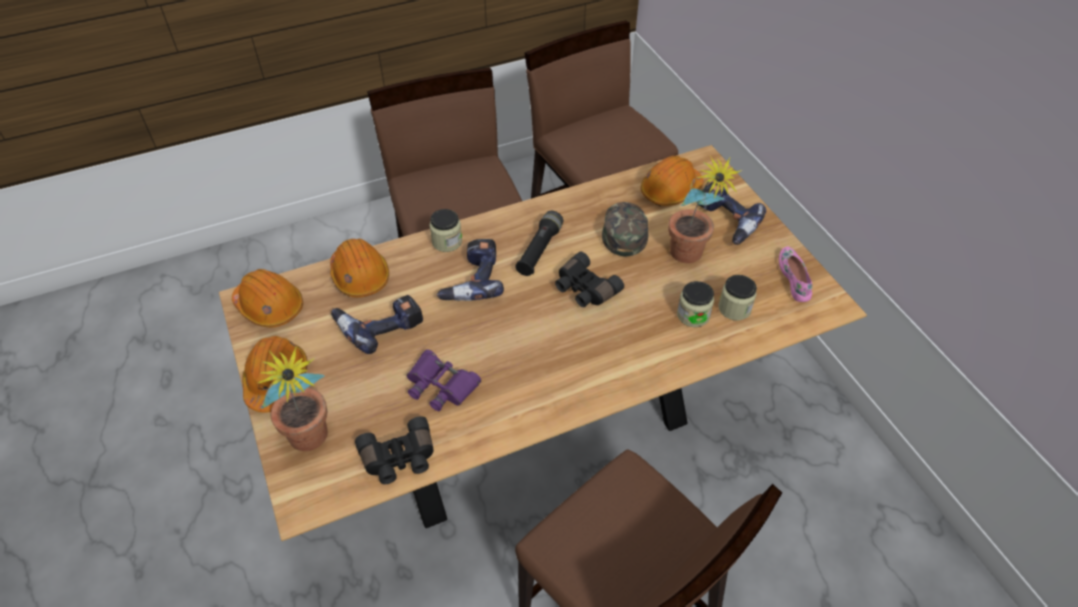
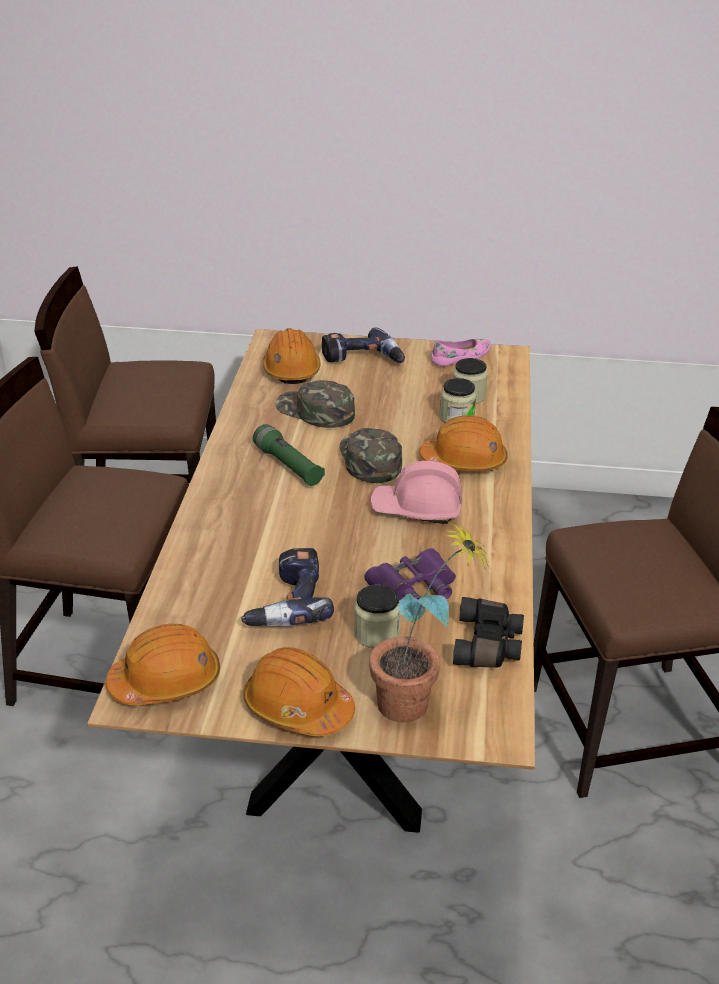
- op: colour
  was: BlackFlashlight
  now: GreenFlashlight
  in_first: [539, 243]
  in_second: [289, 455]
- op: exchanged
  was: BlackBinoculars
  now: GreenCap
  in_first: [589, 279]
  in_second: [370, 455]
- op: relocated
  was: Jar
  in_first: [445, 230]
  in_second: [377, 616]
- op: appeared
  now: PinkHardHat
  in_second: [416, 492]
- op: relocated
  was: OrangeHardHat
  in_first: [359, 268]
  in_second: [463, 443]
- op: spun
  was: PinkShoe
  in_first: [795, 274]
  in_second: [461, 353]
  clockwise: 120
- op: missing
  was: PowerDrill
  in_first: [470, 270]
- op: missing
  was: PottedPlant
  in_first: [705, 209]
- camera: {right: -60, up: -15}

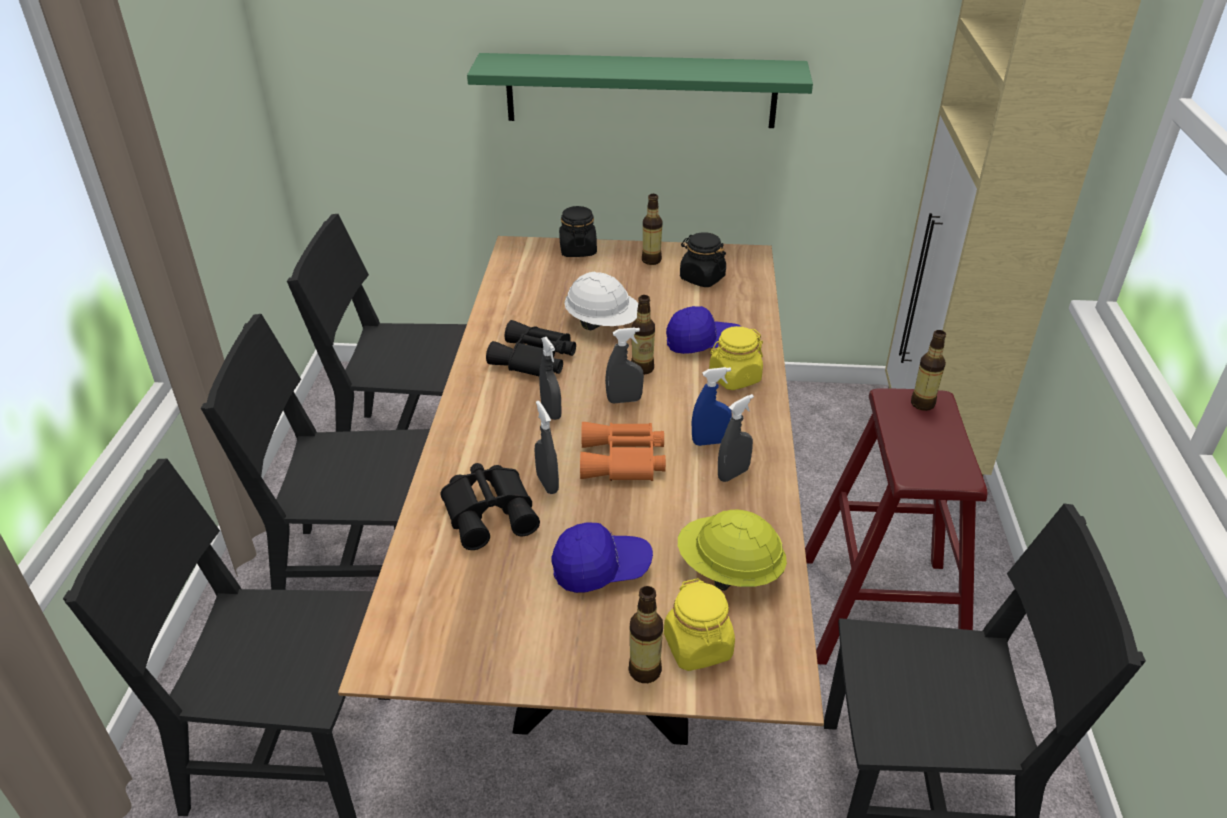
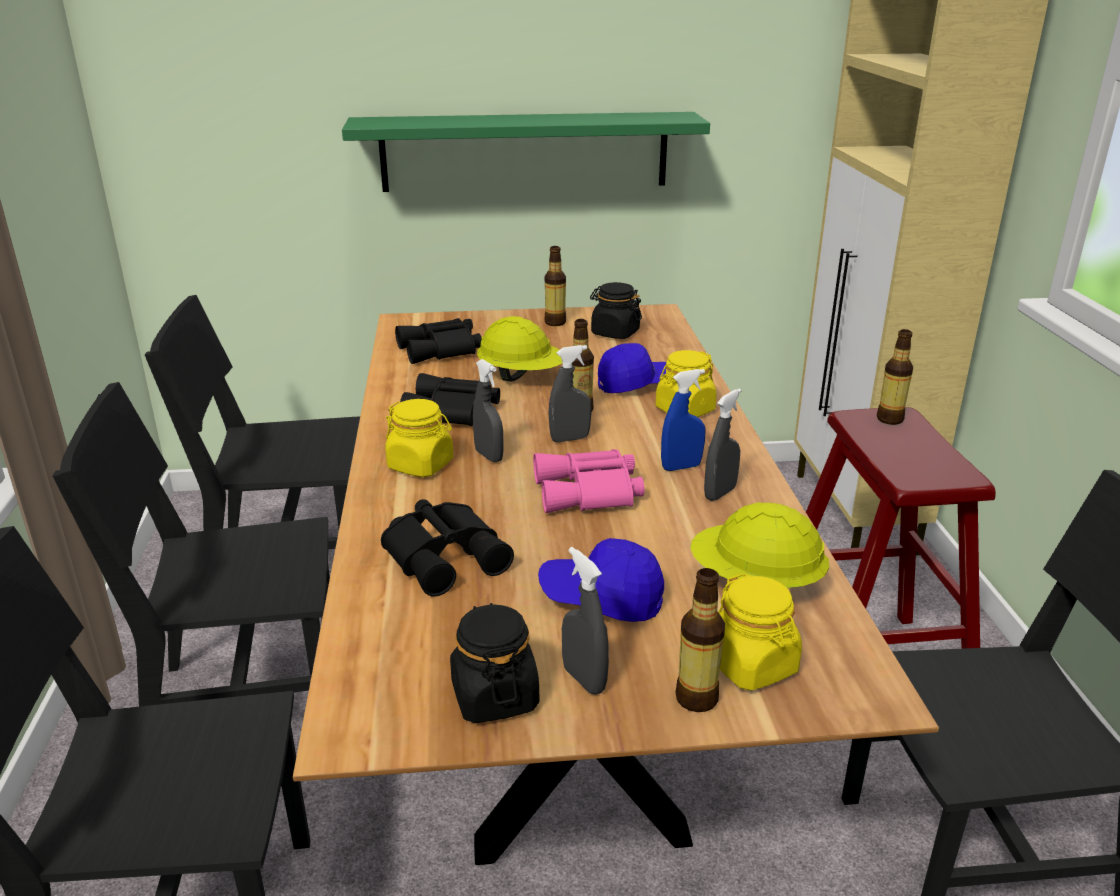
- op: appeared
  now: YellowJar
  in_second: [419, 438]
- op: appeared
  now: BlackBinoculars
  in_second: [438, 341]
- op: relocated
  was: BlackJar
  in_first: [578, 231]
  in_second: [495, 663]
- op: colour
  was: WhiteHardHat
  now: YellowHardHat
  in_first: [601, 301]
  in_second: [520, 349]
- op: colour
  was: OrangeBinoculars
  now: PinkBinoculars
  in_first: [623, 451]
  in_second: [589, 481]
- op: spun
  was: BlueCap
  in_first: [602, 557]
  in_second: [601, 580]
  clockwise: -150
- op: relocated
  was: GreySprayBottle
  in_first: [547, 447]
  in_second: [585, 621]
- camera: {right: -10, up: -10}

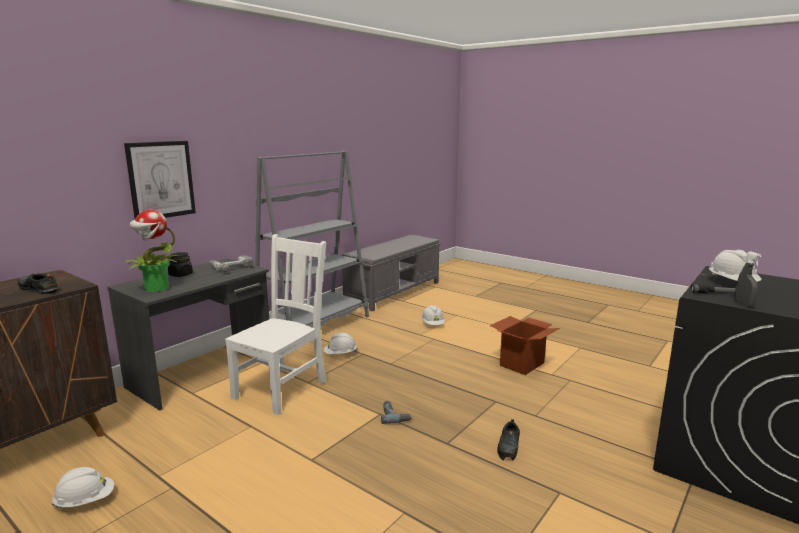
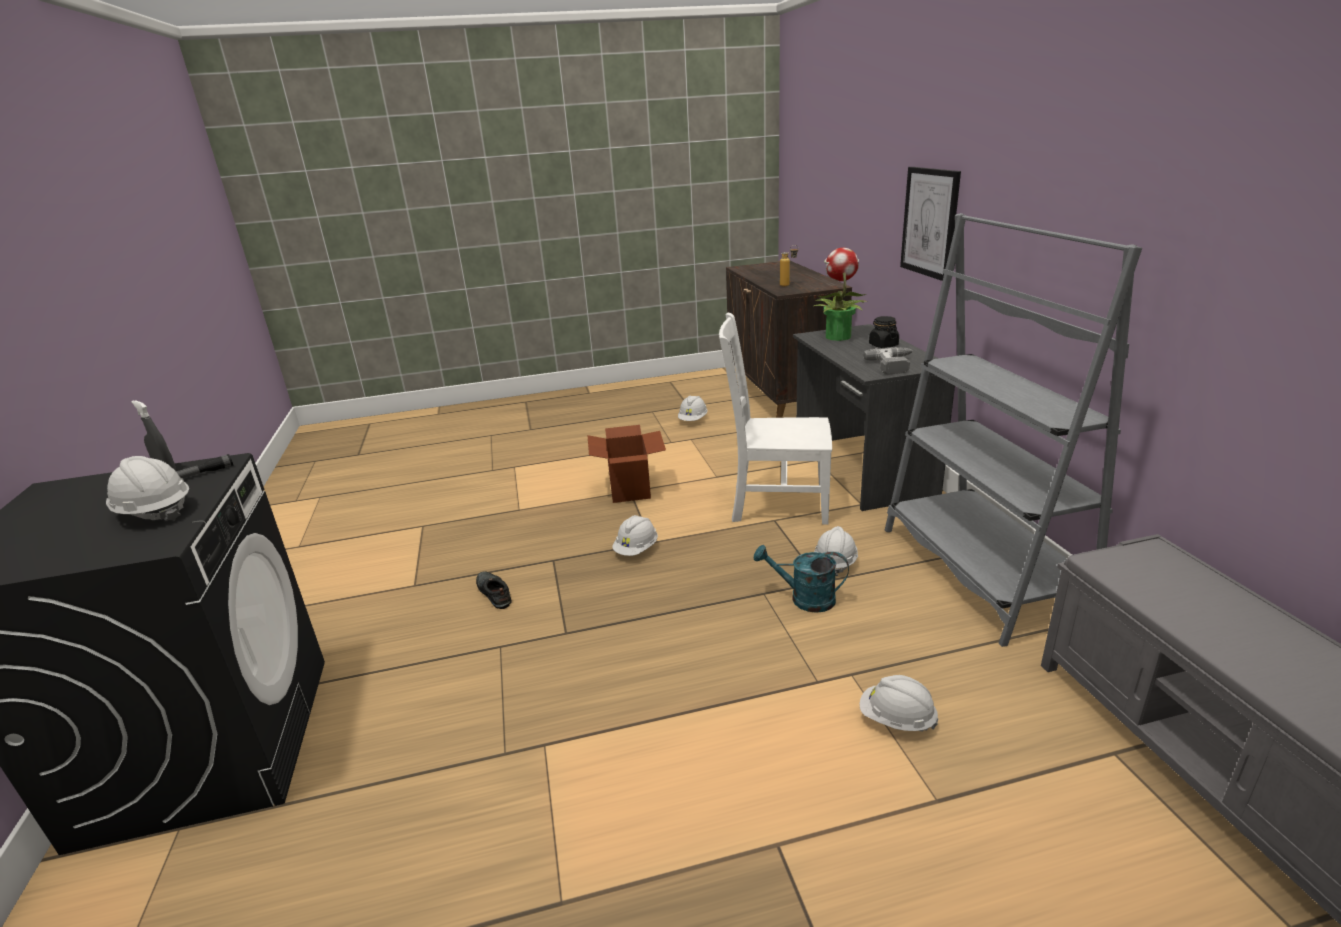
- op: relocated
  was: CardboardBox
  in_first: [525, 345]
  in_second: [627, 464]
- op: exchanged
  was: PowerDrill
  now: WhiteHardHat
  in_first: [396, 412]
  in_second: [635, 535]
- op: spun
  was: WhiteChair
  in_first: [276, 324]
  in_second: [775, 418]
  clockwise: 120
- op: appeared
  now: TurquoiseWateringCan
  in_second: [801, 579]
- op: exchanged
  was: BlackShoe
  now: Bottle
  in_first: [38, 283]
  in_second: [789, 266]
- camera: {right: 130, up: 10}

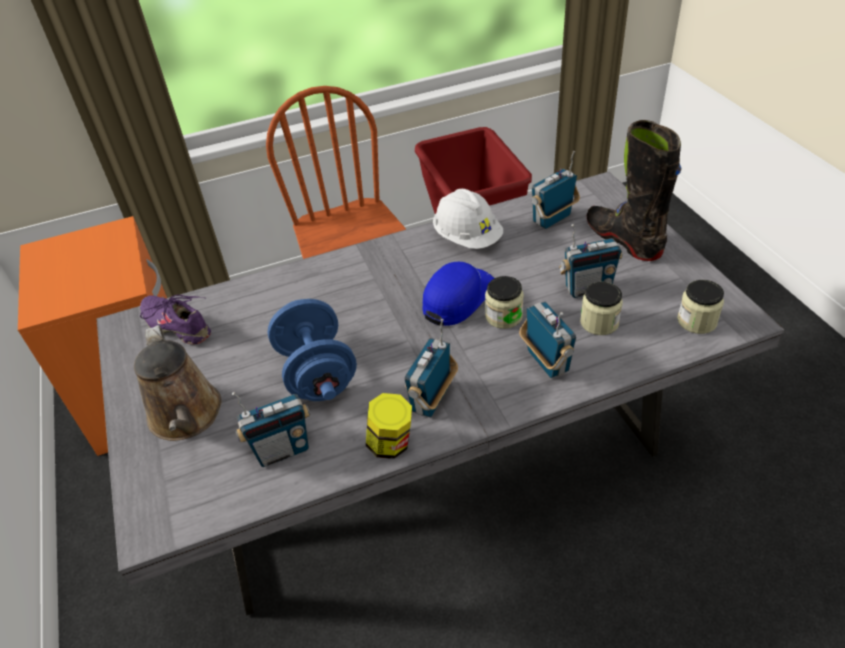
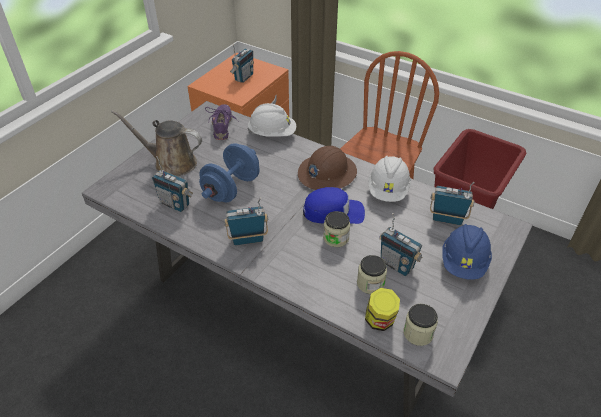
- op: spun
  was: BrownWateringCan
  in_first: [177, 383]
  in_second: [156, 143]
  clockwise: 75
- op: relocated
  was: Radio
  in_first: [547, 340]
  in_second: [242, 64]
- op: appeared
  now: WhiteHardHat
  in_second: [271, 120]
- op: appeared
  now: BrownHardHat
  in_second: [327, 168]
- op: relocated
  was: Jar
  in_first: [389, 426]
  in_second: [382, 309]
- op: exchanged
  was: BlackBoot
  now: BlueHardHat
  in_first: [634, 190]
  in_second: [467, 252]
- camera: {right: 50, up: 0}

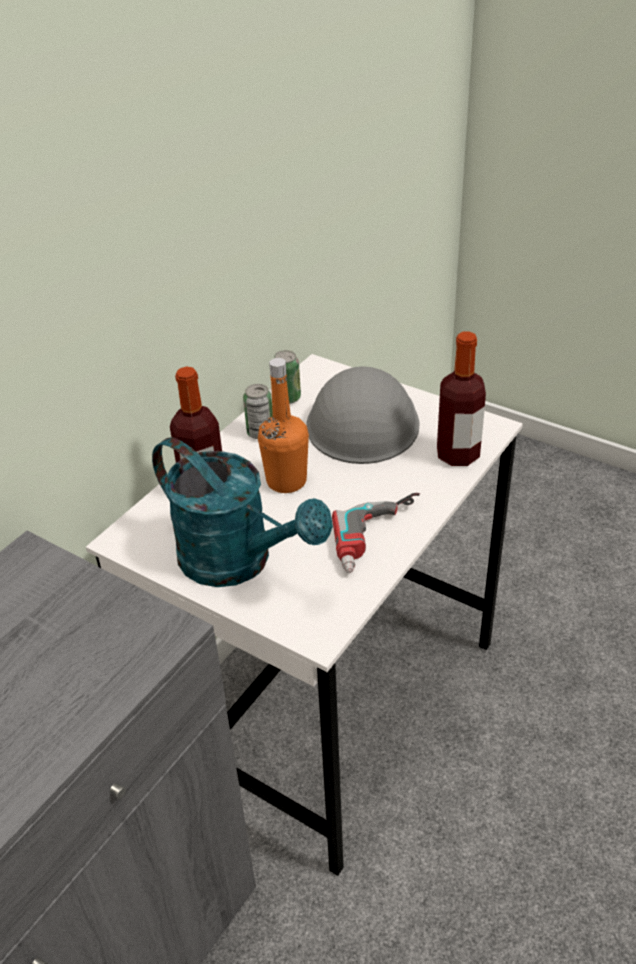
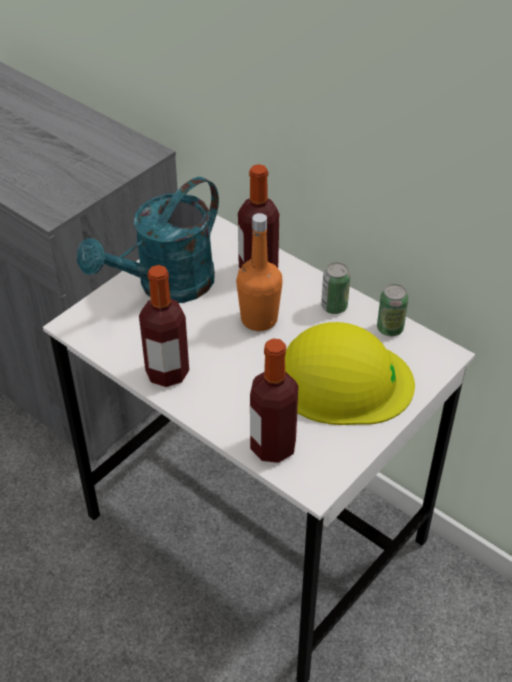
- op: exchanged
  was: PowerDrill
  now: Bottle
  in_first: [376, 533]
  in_second: [164, 326]
- op: colour
  was: GreyHardHat
  now: YellowHardHat
  in_first: [363, 415]
  in_second: [350, 373]
- camera: {right: 95, up: 5}

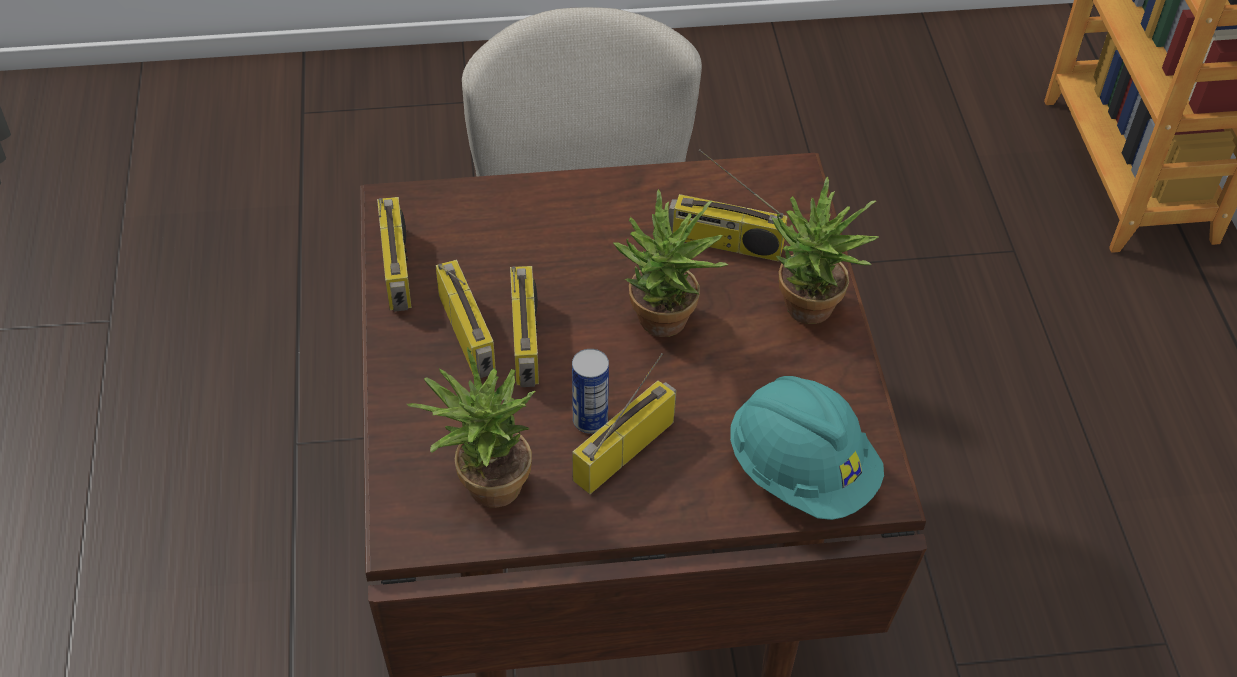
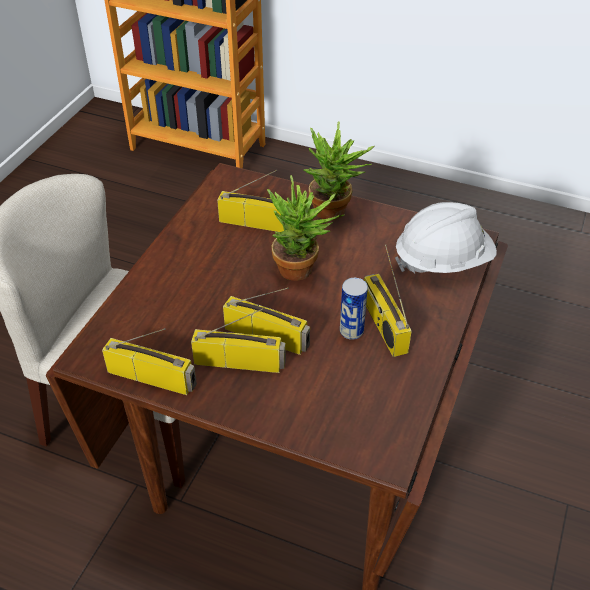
- op: spun
  was: Radio
  in_first: [728, 205]
  in_second: [252, 201]
  clockwise: -120
- op: colour
  was: TurquoiseHardHat
  now: WhiteHardHat
  in_first: [807, 448]
  in_second: [446, 238]
- op: missing
  was: PottedPlant
  in_first: [471, 427]
- camera: {right: -60, up: -5}

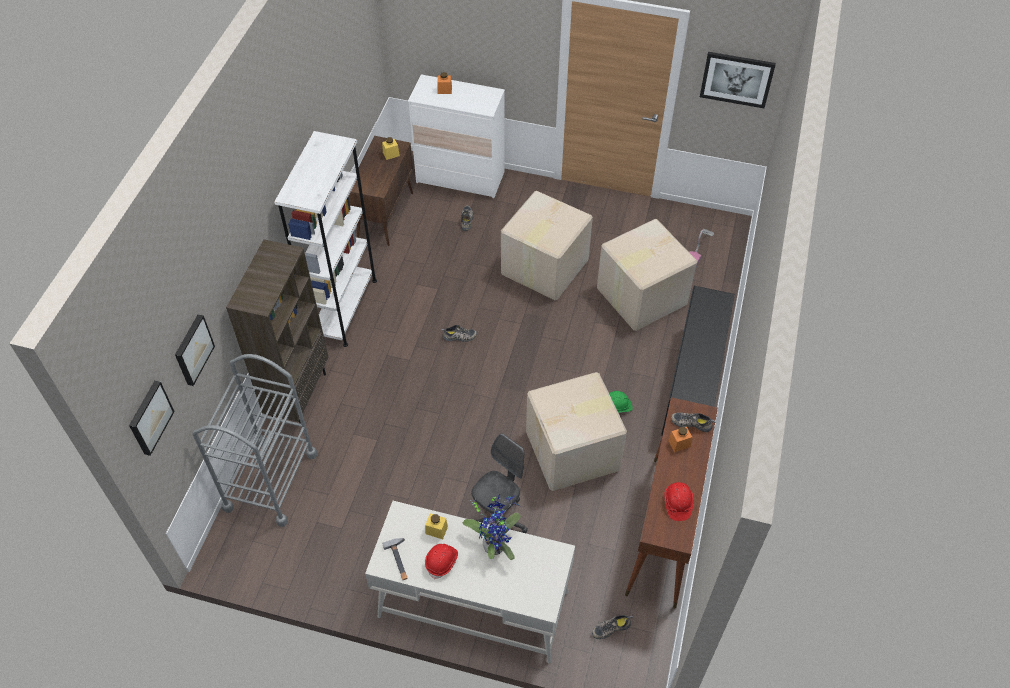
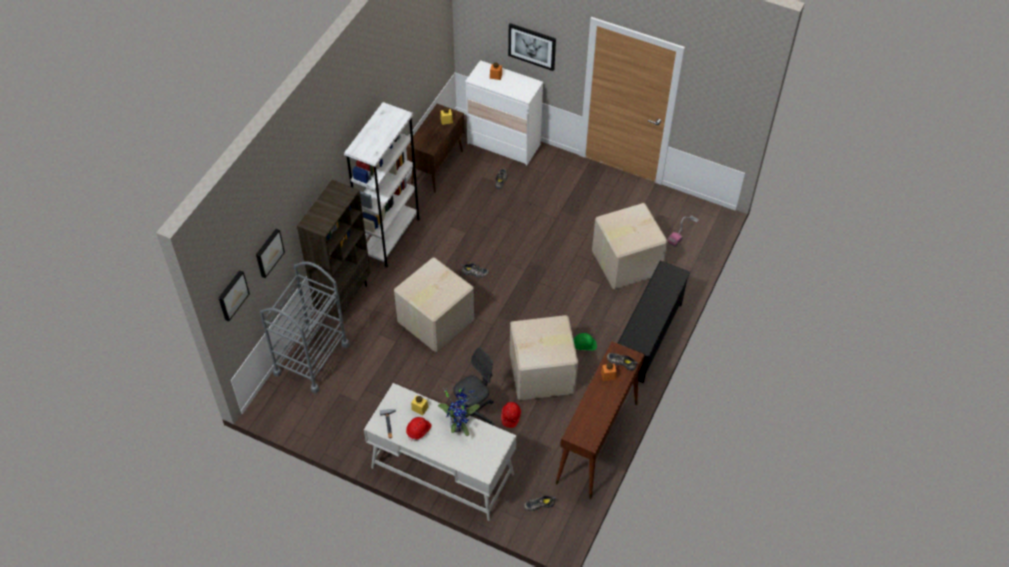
- op: relocated
  was: CardboardBox
  in_first: [547, 245]
  in_second: [434, 304]
- op: relocated
  was: RedHardHat
  in_first: [679, 501]
  in_second: [511, 415]
- op: relocated
  was: Picture
  in_first: [738, 80]
  in_second: [532, 47]
- camera: {right: 10, up: 0}

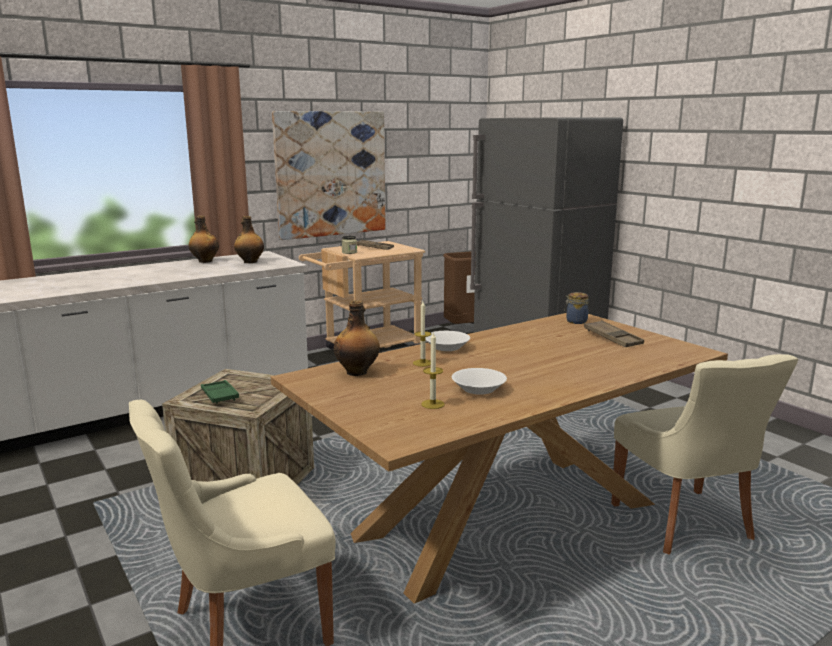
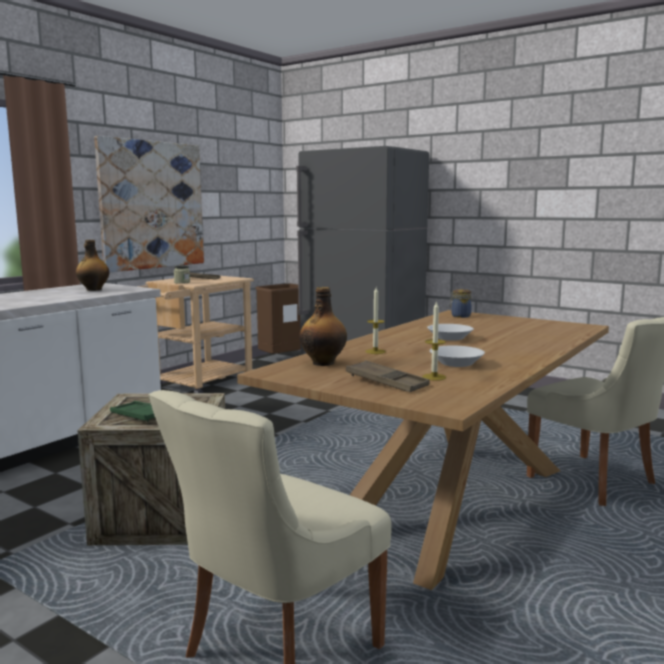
- op: relocated
  was: BrownTray
  in_first: [614, 333]
  in_second: [388, 376]
- op: relocated
  was: WhiteBowl
  in_first: [447, 341]
  in_second: [450, 332]
- op: missing
  was: Bottle
  in_first: [204, 239]
- camera: {right: -20, up: -5}

